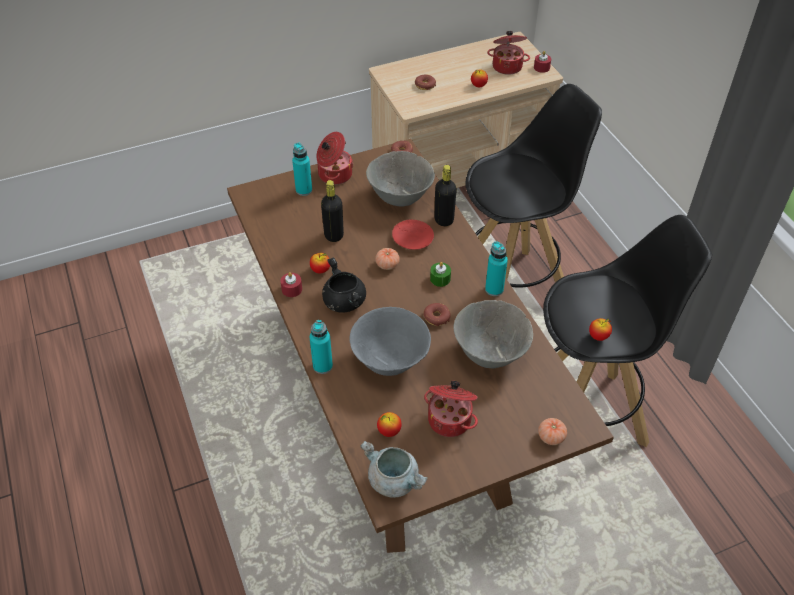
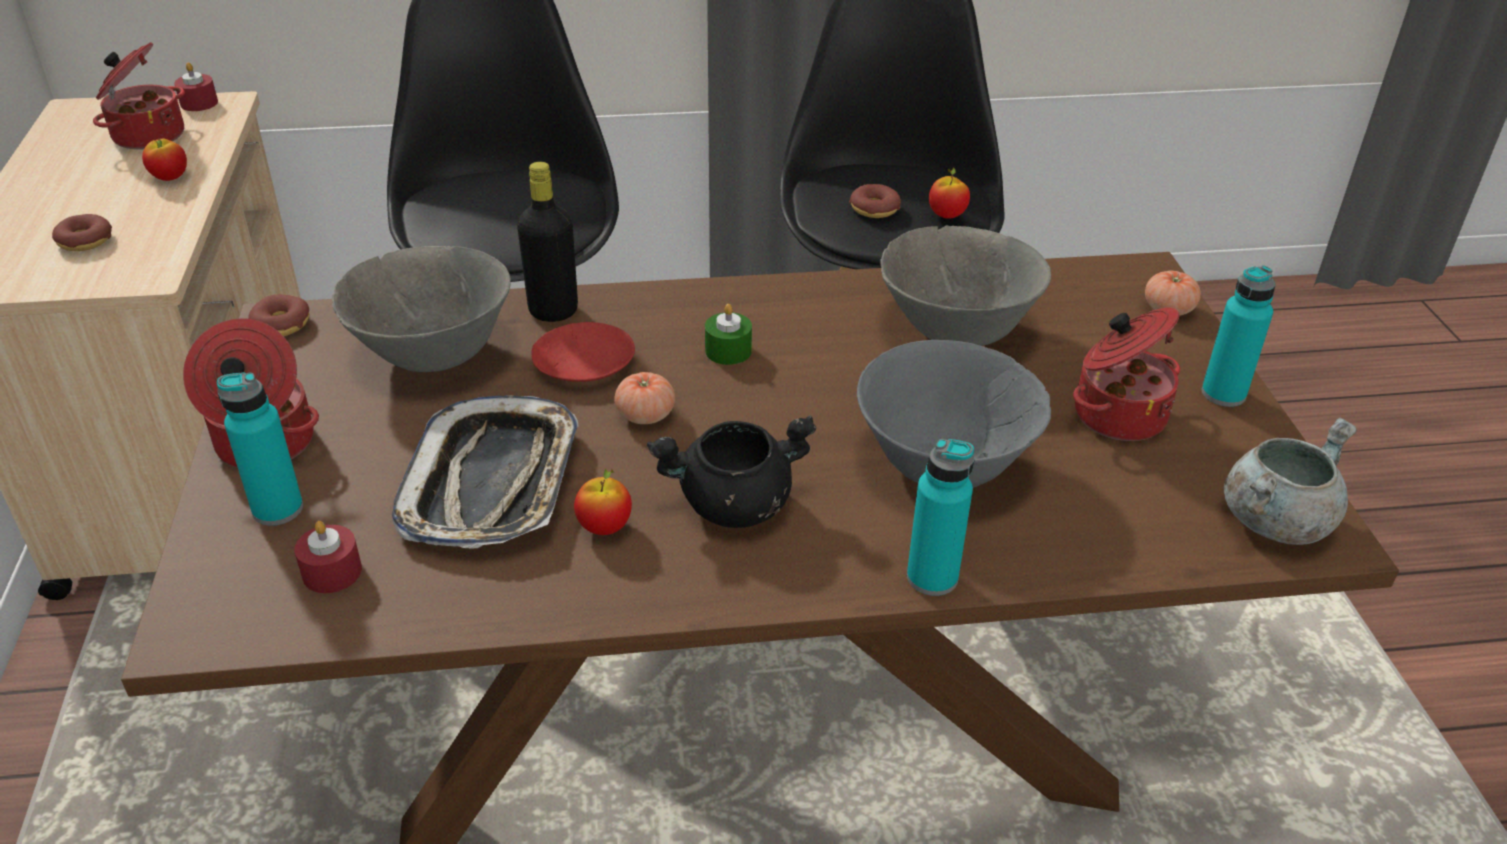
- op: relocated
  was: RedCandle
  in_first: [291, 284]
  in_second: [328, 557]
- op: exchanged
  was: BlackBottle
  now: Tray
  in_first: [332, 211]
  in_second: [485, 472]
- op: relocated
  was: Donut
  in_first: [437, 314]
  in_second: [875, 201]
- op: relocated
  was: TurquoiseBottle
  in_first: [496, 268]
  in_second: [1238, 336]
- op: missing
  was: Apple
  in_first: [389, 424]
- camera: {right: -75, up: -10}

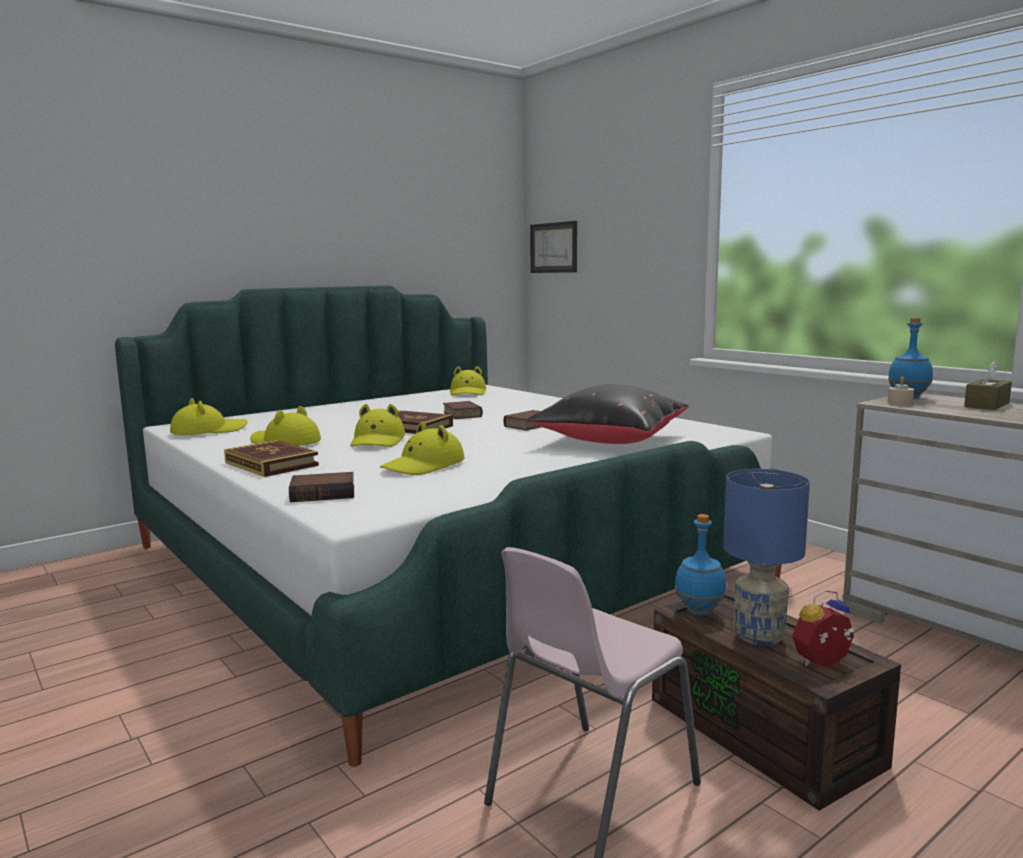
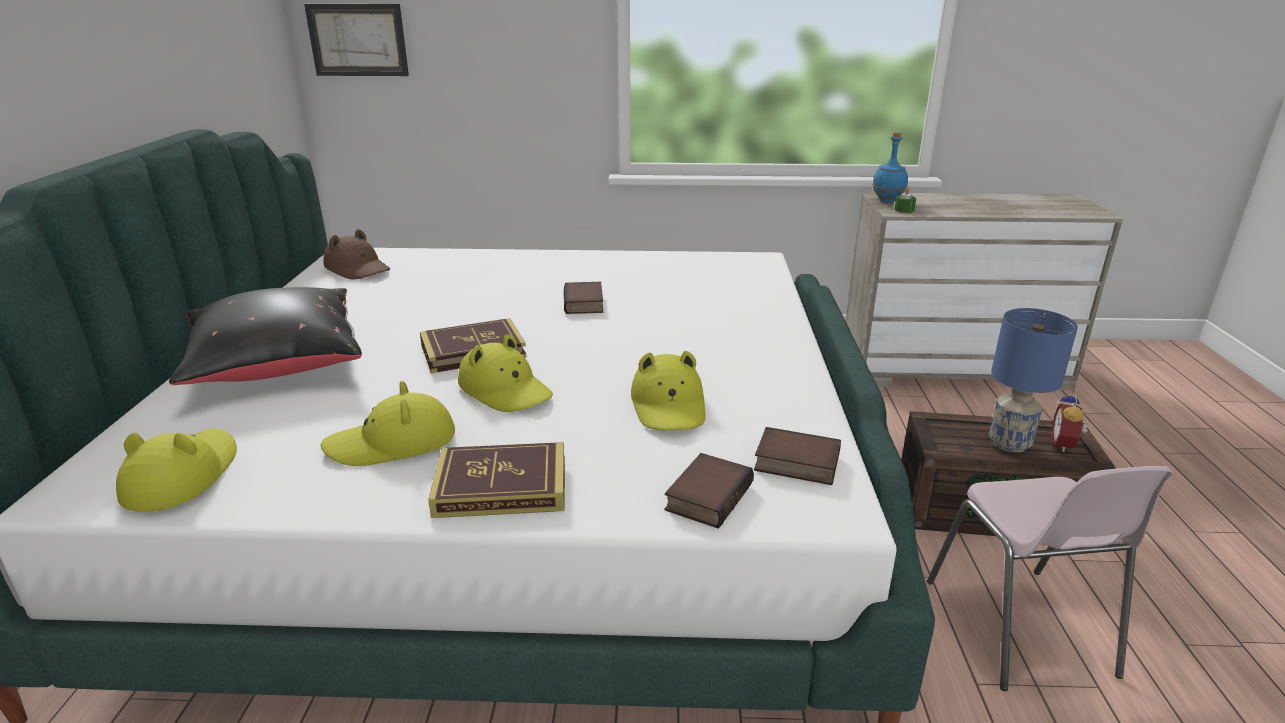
- op: relocated
  was: BlackPillow
  in_first: [608, 414]
  in_second: [265, 336]
- op: colour
  was: YellowHat
  now: BrownHat
  in_first: [468, 381]
  in_second: [357, 254]
- op: relocated
  was: Book
  in_first: [463, 410]
  in_second: [797, 456]
- op: colour
  was: BeigeCandle
  now: GreenCandle
  in_first: [900, 391]
  in_second: [905, 200]
- op: missing
  was: BlueBottle
  in_first: [701, 564]
- op: missing
  was: BrownTissueBox
  in_first: [988, 385]
- camera: {right: -50, up: 15}

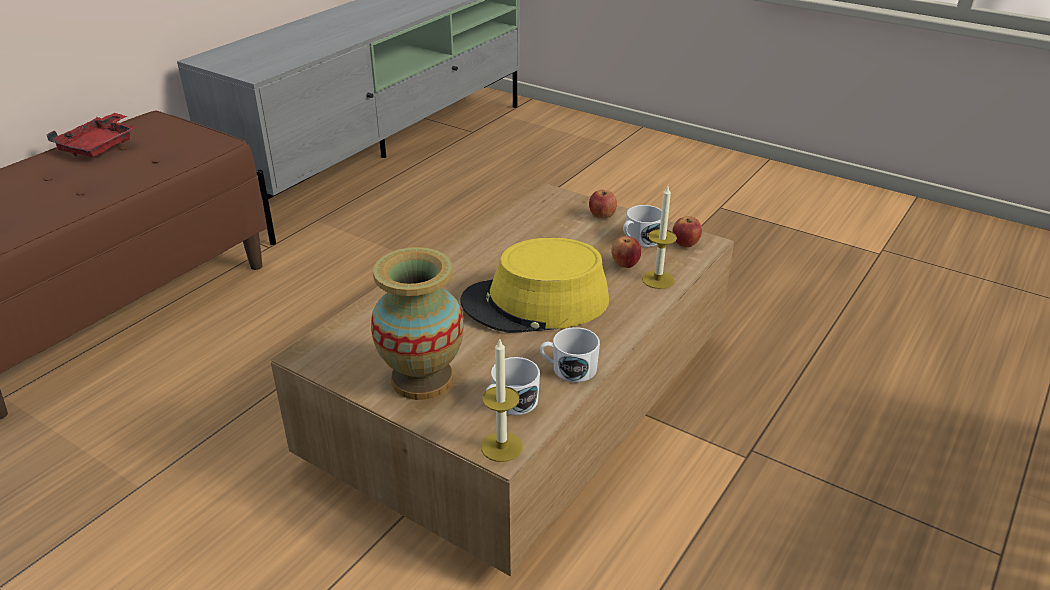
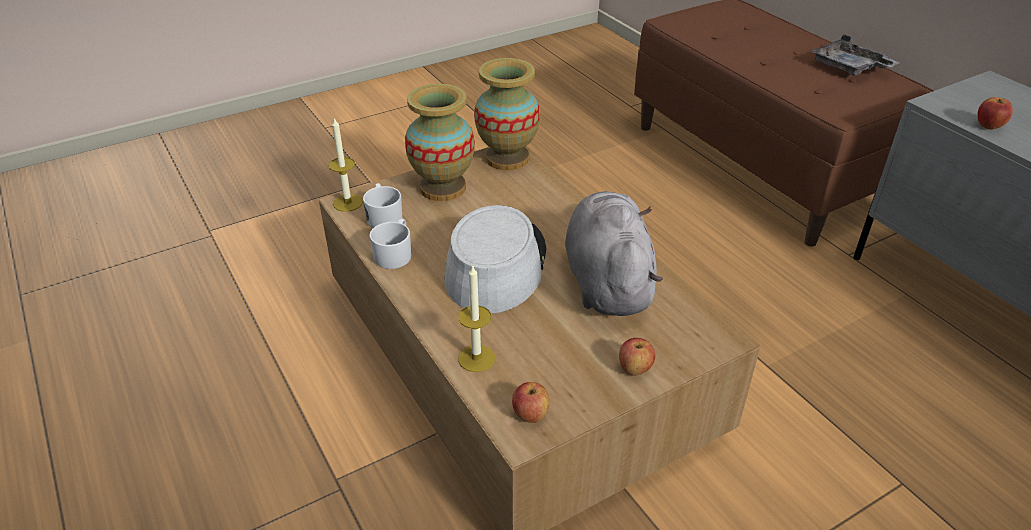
- op: colour
  was: YellowHat
  now: GreyHat
  in_first: [534, 285]
  in_second: [495, 259]
- op: appeared
  now: Vase
  in_second: [507, 114]
- op: appeared
  now: GreyPlushToy
  in_second: [614, 253]
- op: colour
  was: RedTray
  now: GreyTray
  in_first: [91, 135]
  in_second: [855, 55]
- op: relocated
  was: Apple
  in_first: [626, 252]
  in_second: [995, 113]
- op: missing
  was: WhiteMug
  in_first: [642, 226]
- camera: {right: 115, up: 5}

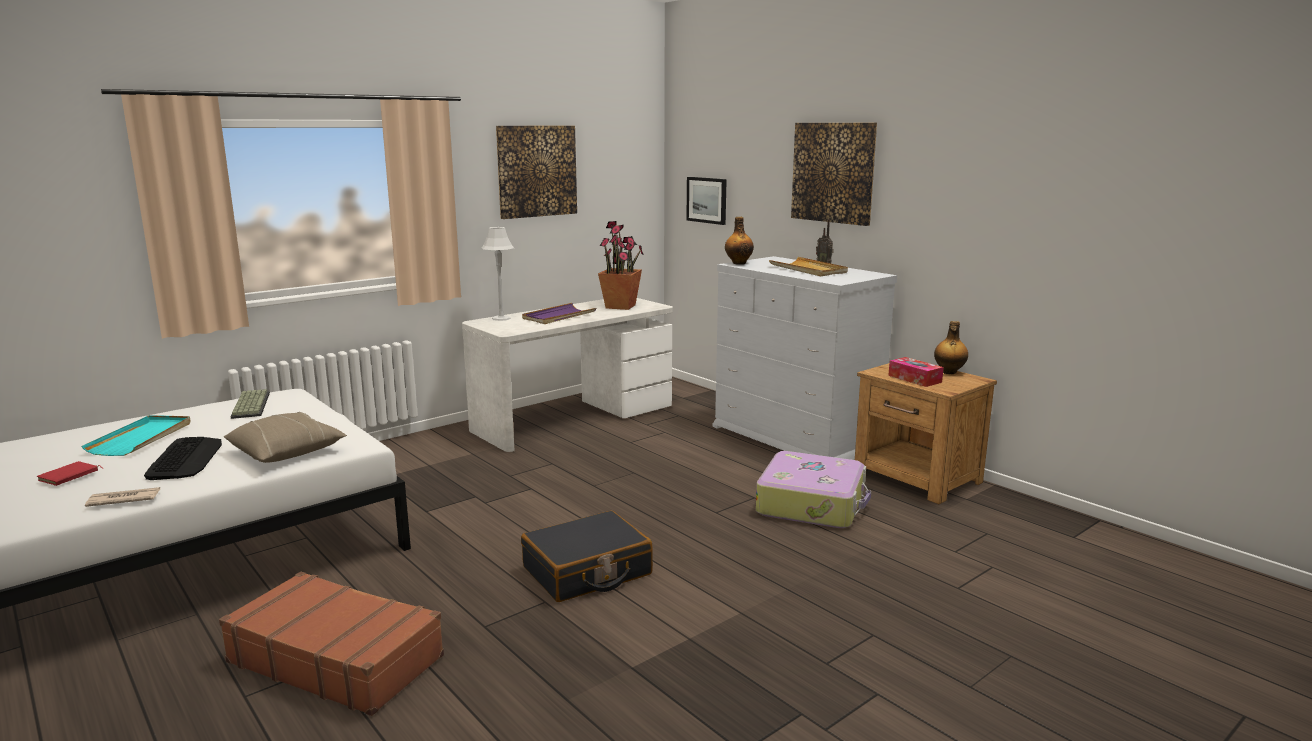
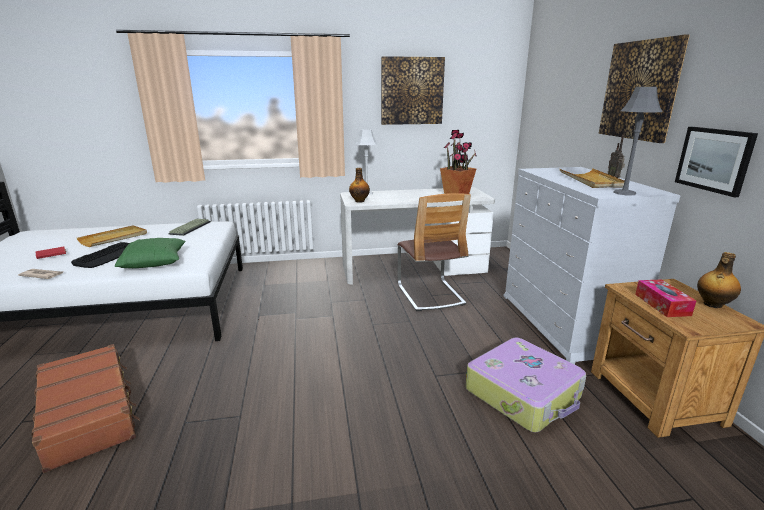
- op: colour
  was: TurquoiseTray
  now: BeigeTray
  in_first: [136, 435]
  in_second: [112, 236]
- op: colour
  was: BeigePillow
  now: GreenPillow
  in_first: [285, 437]
  in_second: [150, 253]
- op: relocated
  was: Bottle
  in_first: [739, 241]
  in_second: [359, 185]
- op: appeared
  now: Chair
  in_second: [434, 252]
- op: appeared
  now: GreyTableLamp
  in_second: [638, 141]
- op: relocated
  was: Picture
  in_first: [706, 201]
  in_second: [716, 162]
- op: missing
  was: BlackSuitcase
  in_first: [587, 556]
- op: missing
  was: PurpleTray
  in_first: [559, 313]
- camera: {right: 30, up: 5}

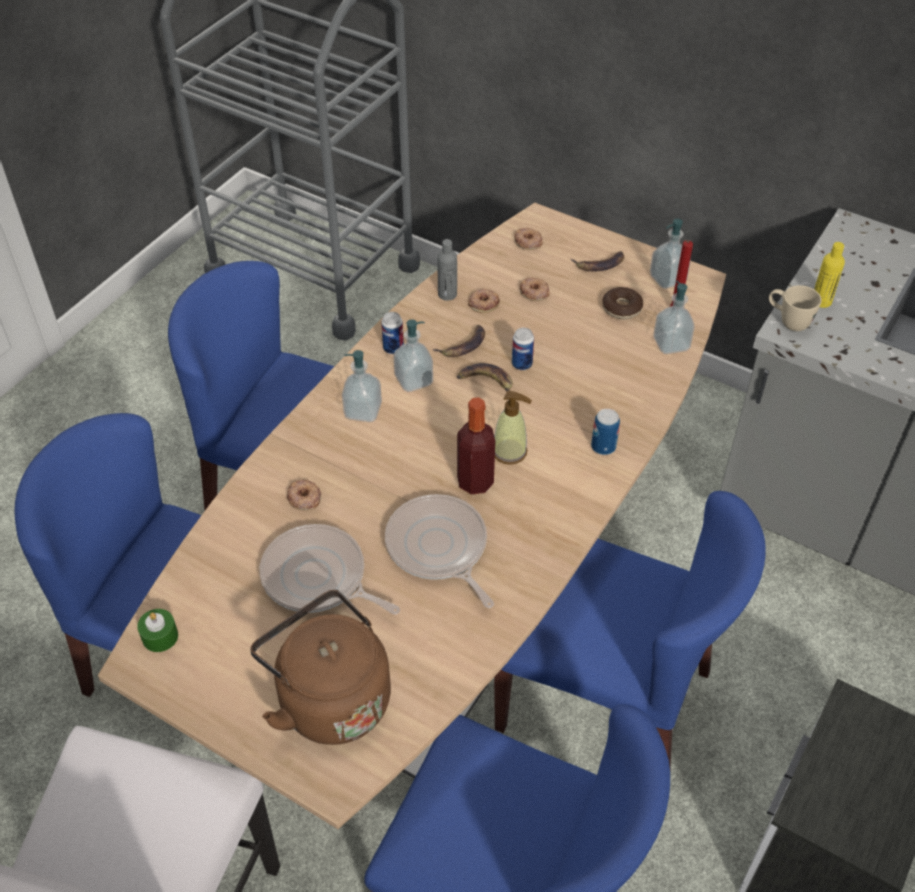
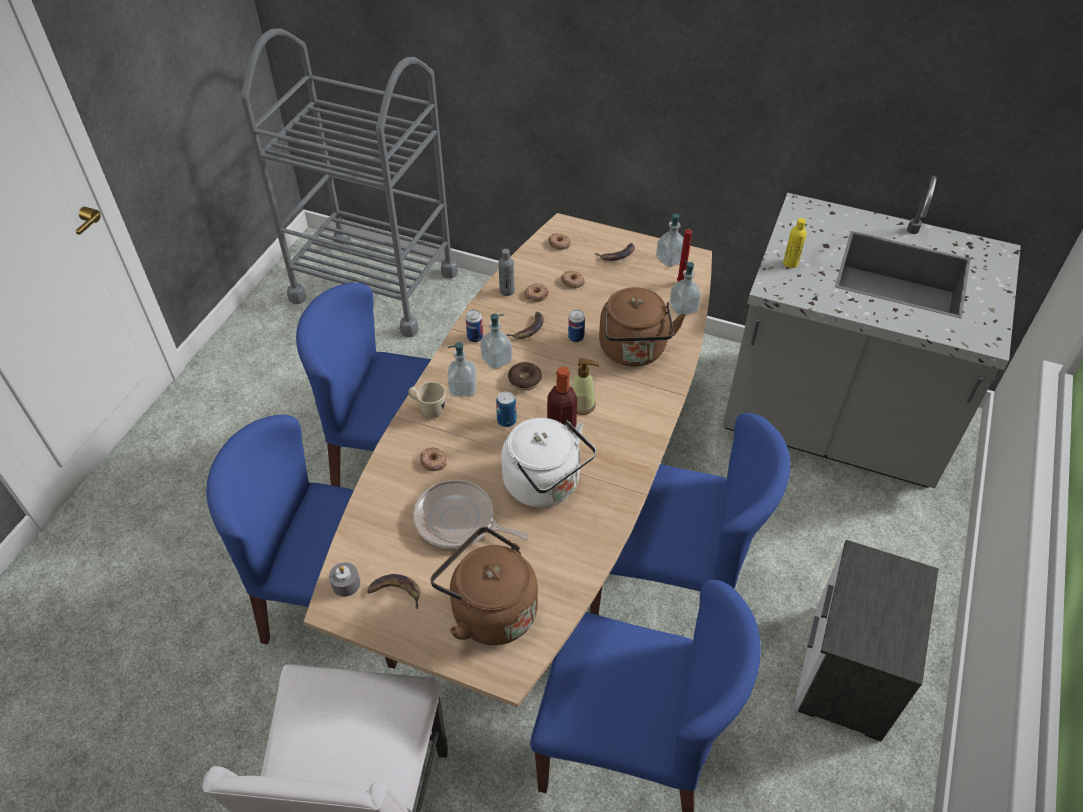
- op: colour
  was: GreenCandle
  now: GreyCandle
  in_first: [157, 630]
  in_second: [344, 579]
- op: relocated
  was: Banana
  in_first: [485, 381]
  in_second: [393, 592]
- op: relocated
  was: BeigeMug
  in_first: [795, 308]
  in_second: [427, 400]
- op: relocated
  was: Can
  in_first: [605, 432]
  in_second: [506, 409]
- op: exchanged
  was: FryingPan
  now: WhiteKettle
  in_first: [439, 551]
  in_second: [548, 462]
- op: relocated
  was: Donut
  in_first: [622, 303]
  in_second: [525, 376]
- op: appeared
  now: BrownKettle
  in_second: [642, 326]
- camera: {right: -10, up: 0}

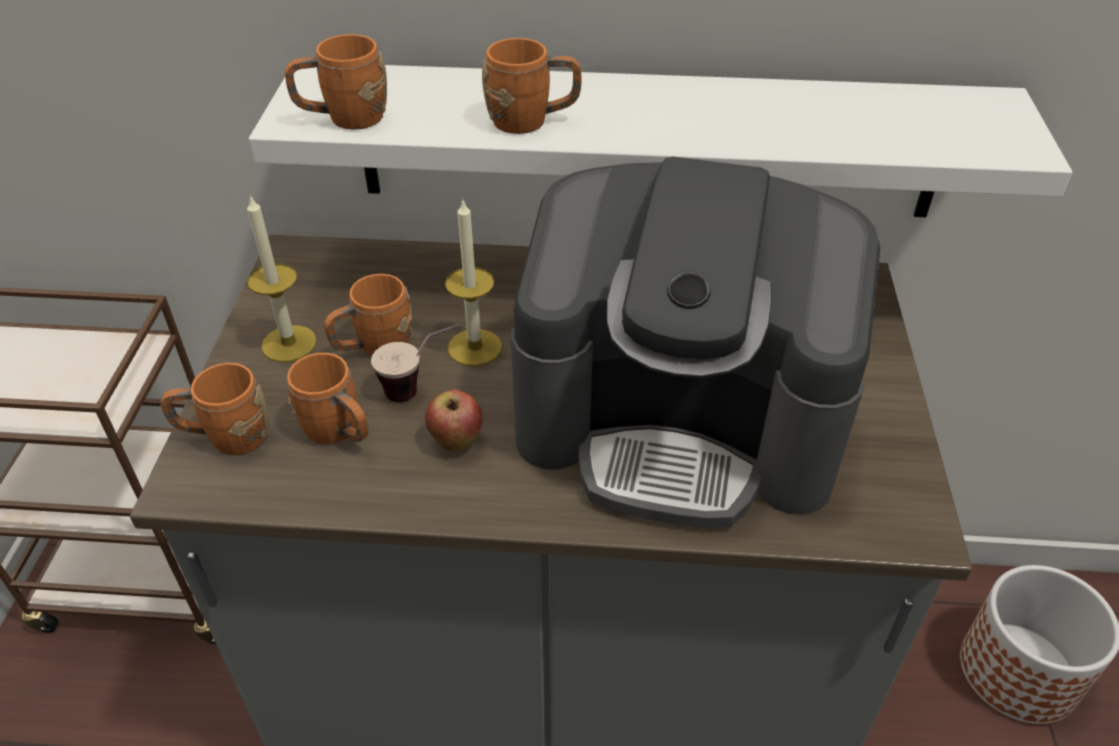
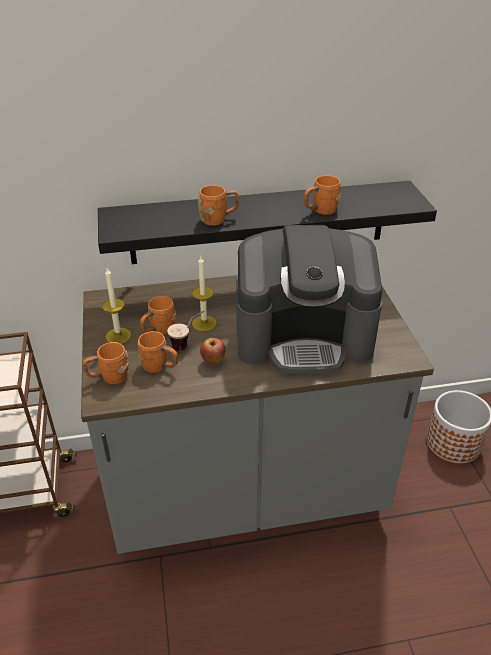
- op: colour
  was: WhiteShelf
  now: BlackShelf
  in_first: [660, 141]
  in_second: [267, 222]
- op: relocated
  was: OrangeMug
  in_first: [336, 82]
  in_second: [322, 195]
- camera: {right: -15, up: -5}

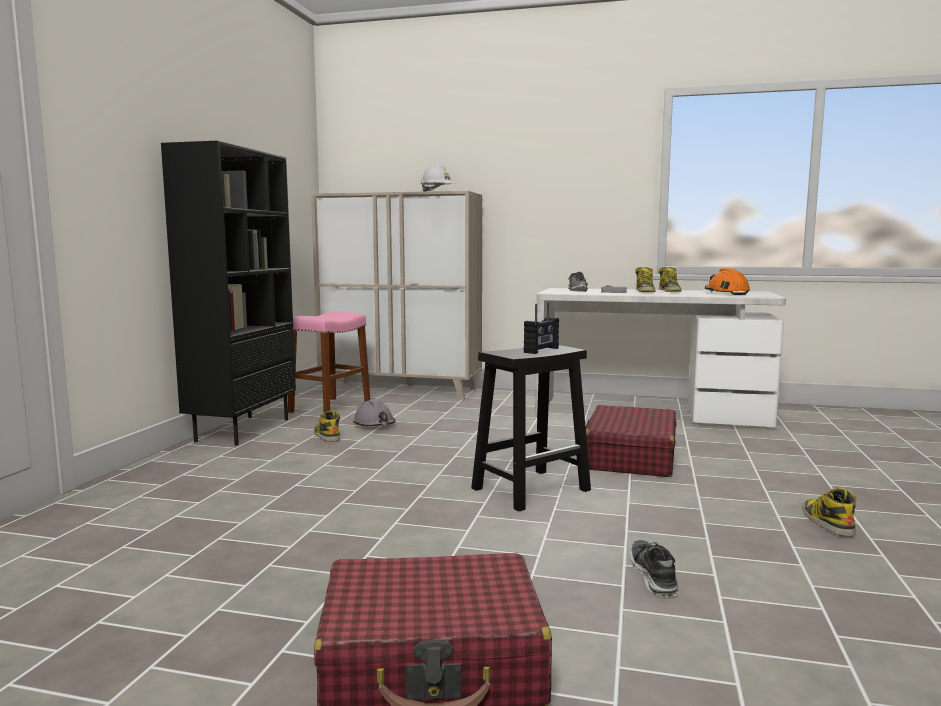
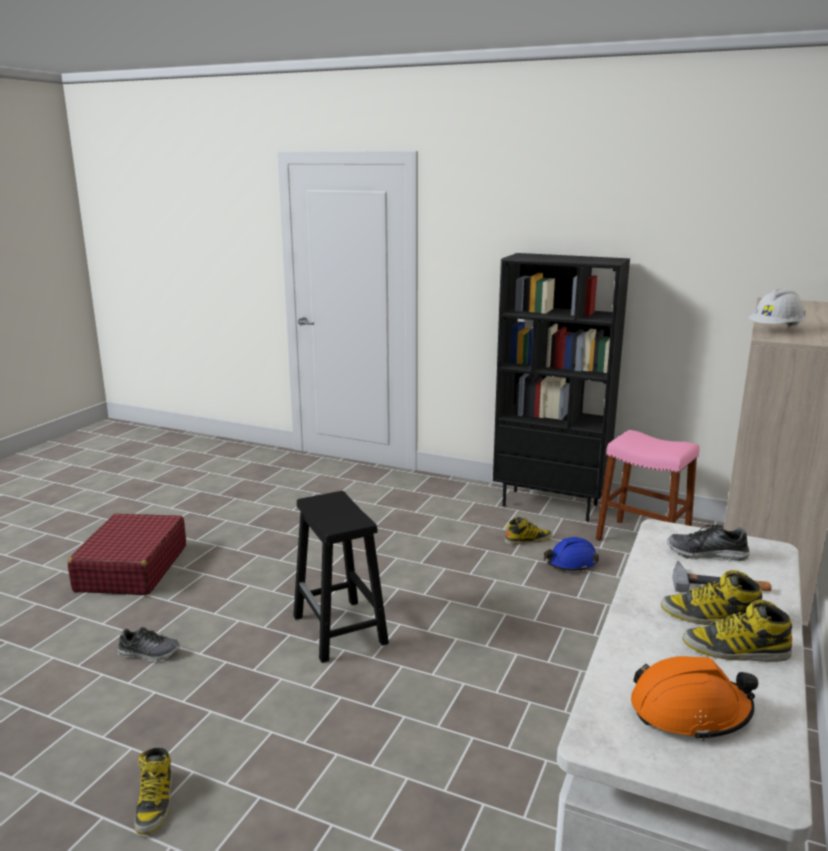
- op: spun
  was: Boot
  in_first: [829, 512]
  in_second: [153, 791]
  clockwise: 75
- op: colour
  was: GreyHardHat
  now: BlueHardHat
  in_first: [374, 412]
  in_second: [571, 554]
- op: missing
  was: Radio
  in_first: [541, 328]
- op: missing
  was: RedSuitcase
  in_first: [631, 441]
- camera: {right: 100, up: 10}

